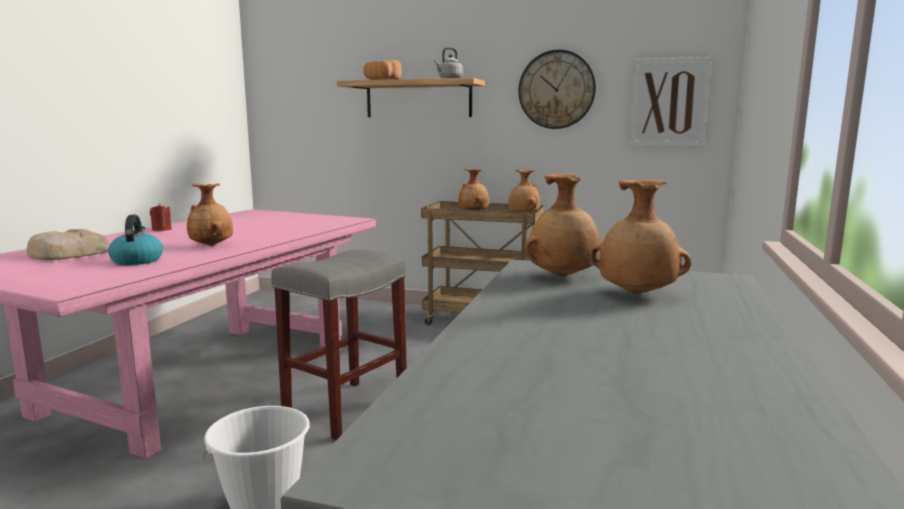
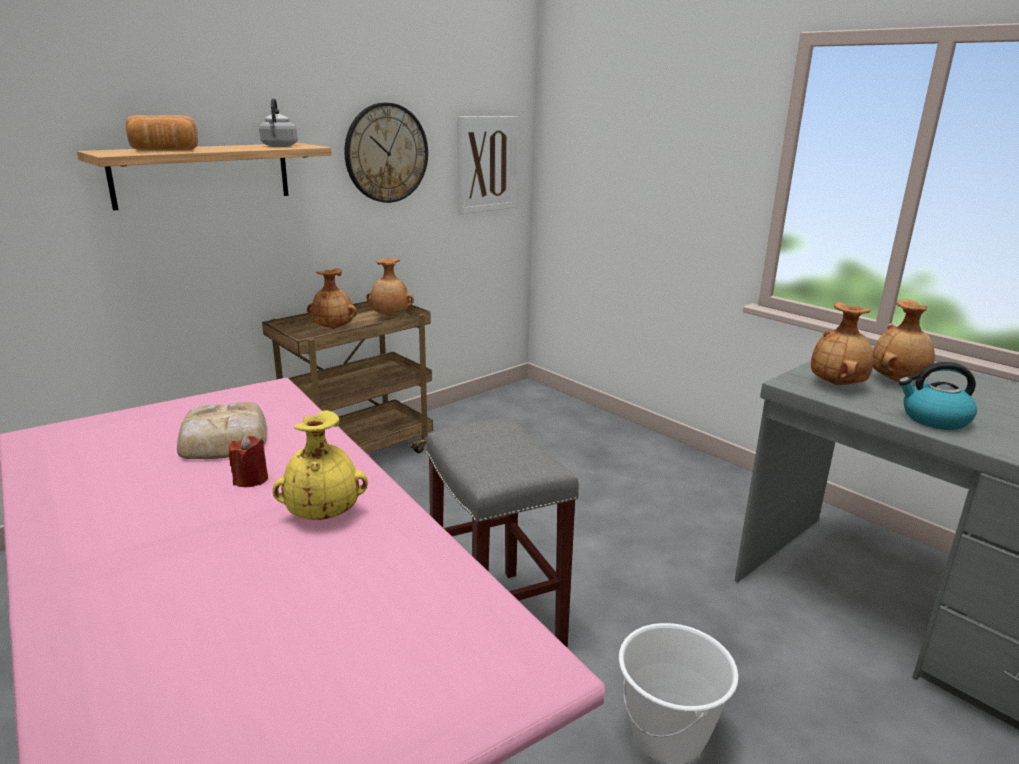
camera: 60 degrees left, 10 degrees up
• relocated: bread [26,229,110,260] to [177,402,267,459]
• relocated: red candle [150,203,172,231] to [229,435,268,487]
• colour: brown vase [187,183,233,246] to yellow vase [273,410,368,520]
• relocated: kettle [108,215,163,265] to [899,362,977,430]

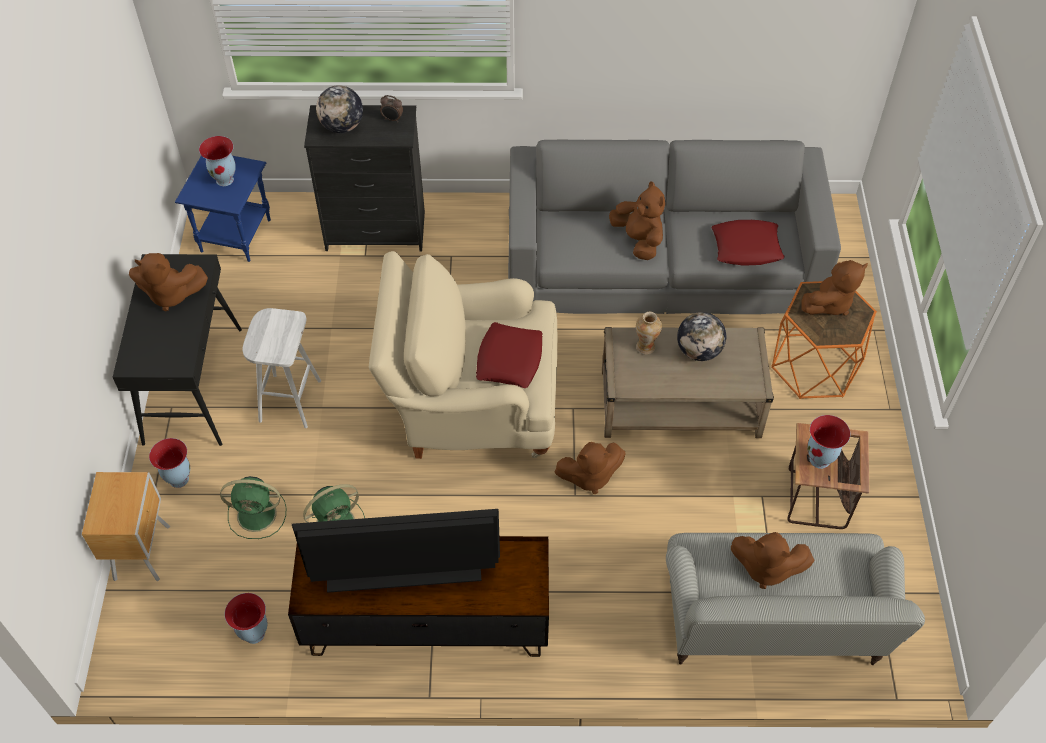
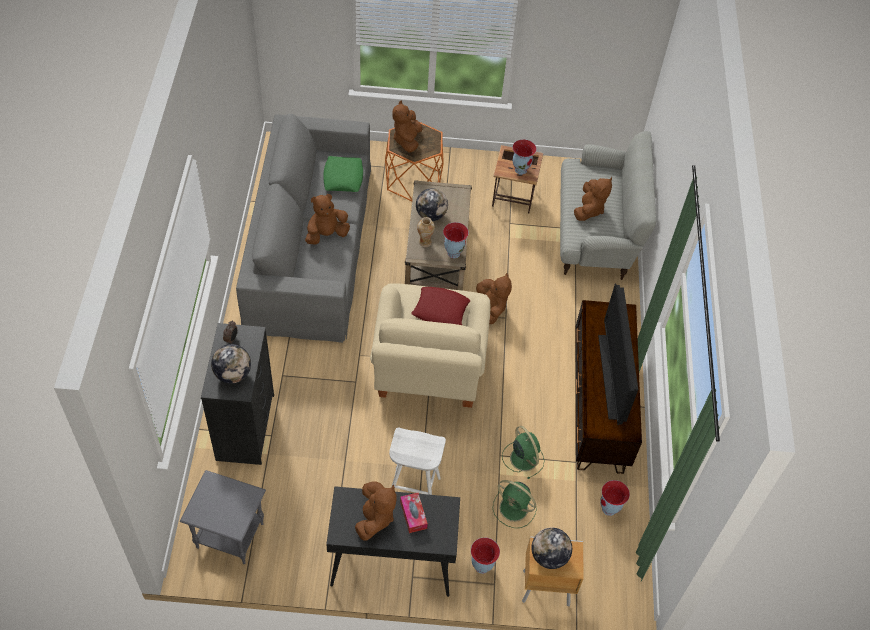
camera: 90 degrees left, 0 degrees up
• colour: blue side table [175,156,271,262] to grey side table [180,470,266,564]
• colour: red pillow [711,220,785,266] to green pillow [323,156,363,192]
• spun: brown plush toy [802,260,868,315] = [393,101,422,153] 135 degrees counterclockwise
• appeared: tissue box [400,493,428,533]
• relocated: vase [199,136,236,186] to [443,222,469,258]
• spun: green fan [220,476,286,539] = [493,480,537,528] 120 degrees clockwise
• appeared: globe [532,528,572,569]

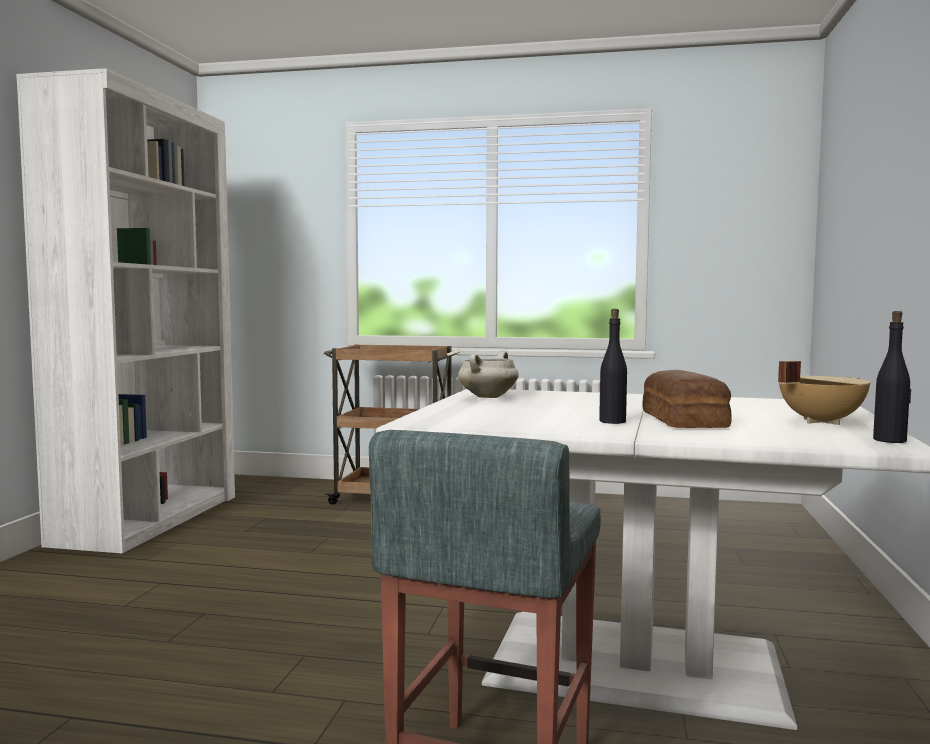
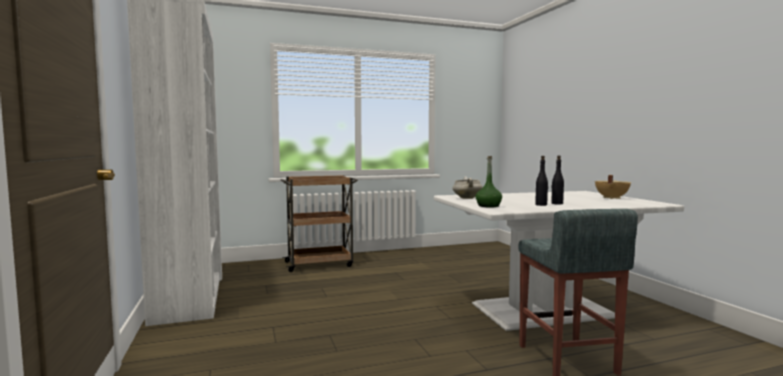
camera: 30 degrees left, 0 degrees up
• appeared: green bottle [476,156,502,207]
• relocated: black bottle [873,311,911,443] to [535,156,548,206]
• missing: bread [642,370,732,428]

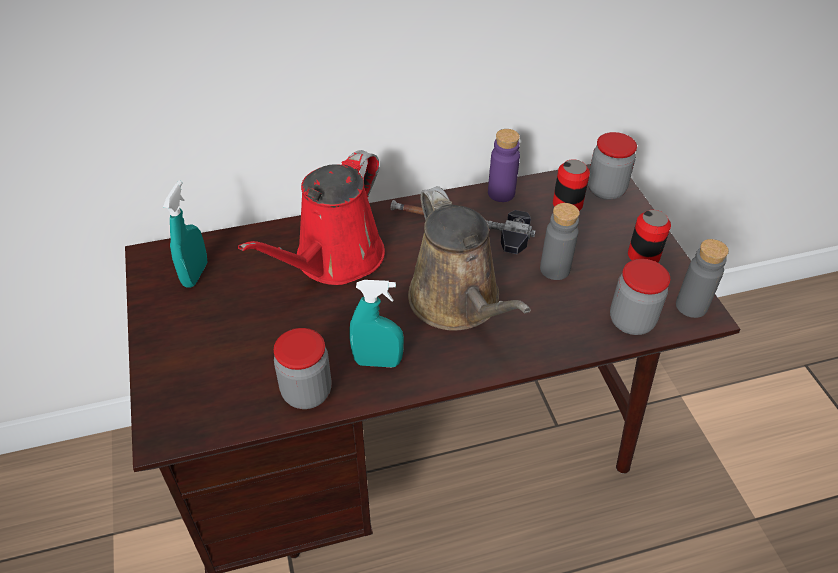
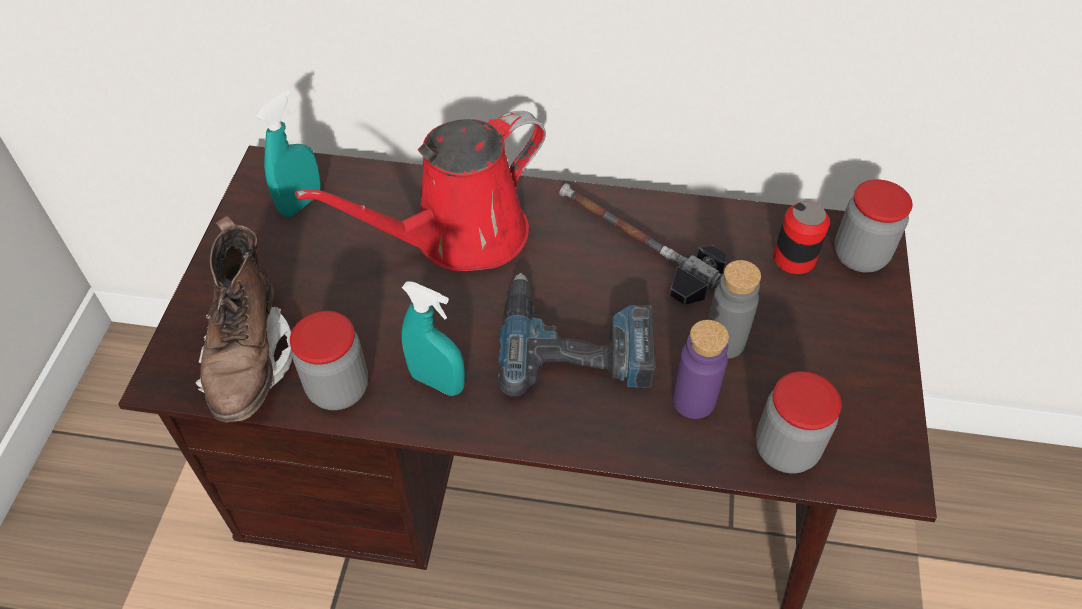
camera: 25 degrees right, 5 degrees up
• appeared: brown boot [195,216,292,423]
• exchanged: brown watering can [408,186,531,331] to power drill [498,273,655,397]
• relocated: purple bottle [488,129,520,202] to [672,320,729,419]
• missing: can [628,210,671,263]
• missing: grey bottle [676,239,729,318]

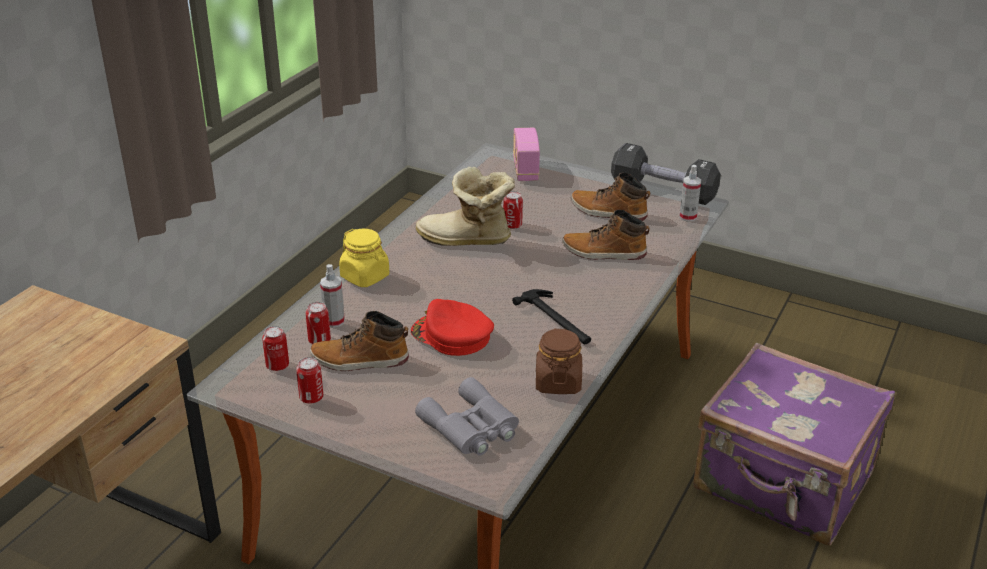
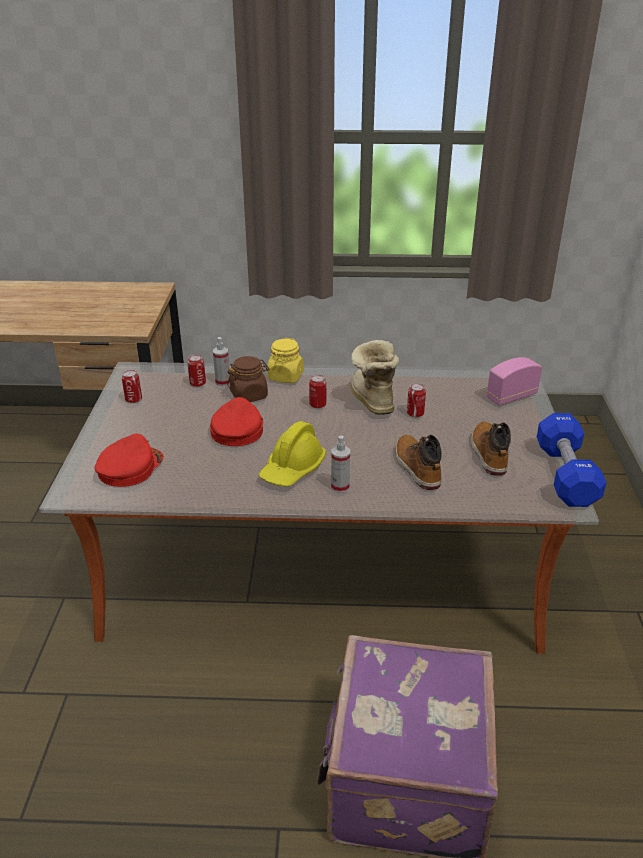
camera: 65 degrees right, 0 degrees up
• exchanged: grey binoculars [415,377,519,456] to red cap [94,434,164,487]
• relocated: brown jar [536,328,582,394] to [227,356,269,402]
• exchanged: hammer [512,289,591,344] to yellow hard hat [259,421,326,487]
• relocated: can [262,326,289,371] to [309,375,326,408]
• relocated: spray bottle [679,165,701,222] to [331,436,350,493]
• colour: black dumbbell [611,143,721,205] to blue dumbbell [537,413,607,507]
• missing: boot [310,311,409,371]

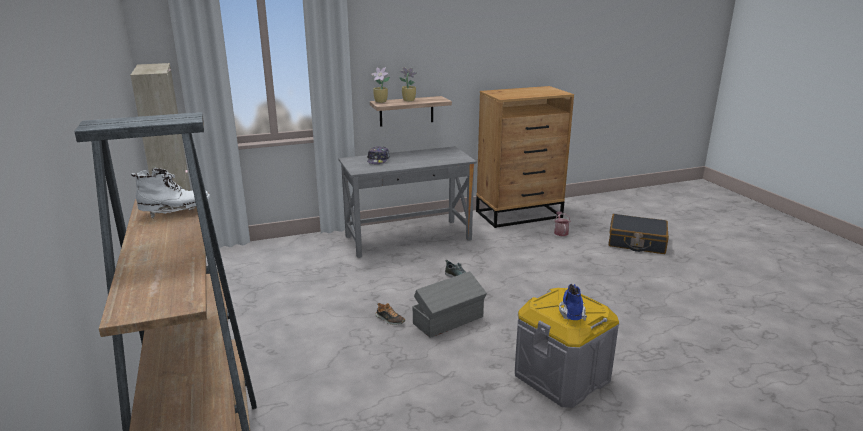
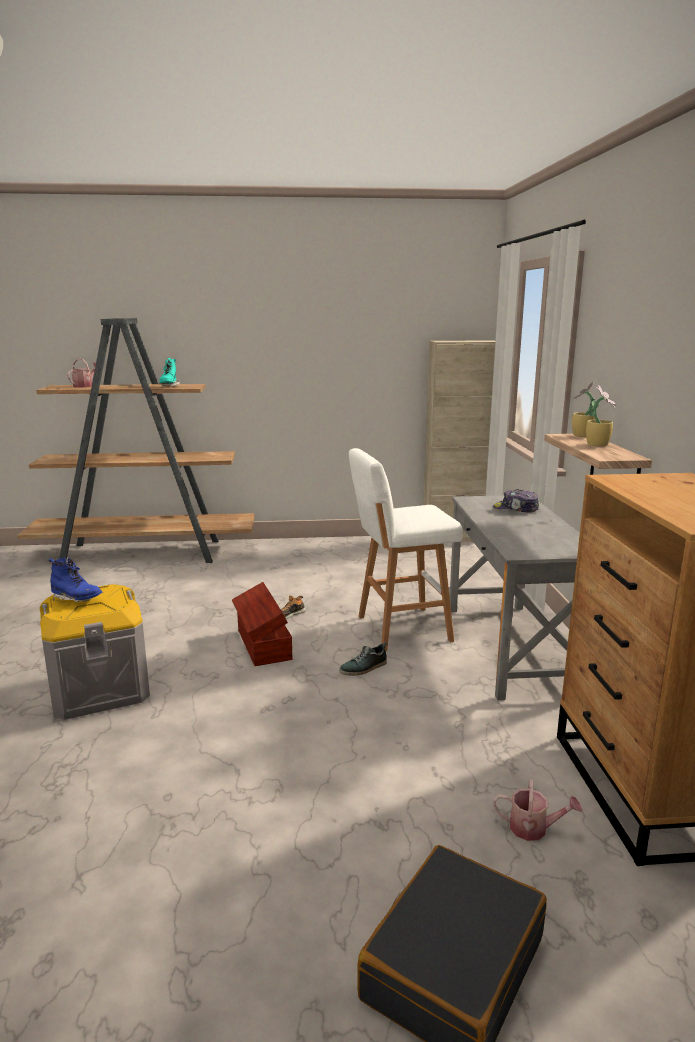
camera: 105 degrees right, 5 degrees down
• appeared: watering can [67,359,96,388]
• colour: white boot [131,168,210,218] to turquoise boot [158,358,180,386]
• colour: grey storage box [412,271,487,338] to brown storage box [232,582,292,666]
• appeared: white stool [349,448,463,651]

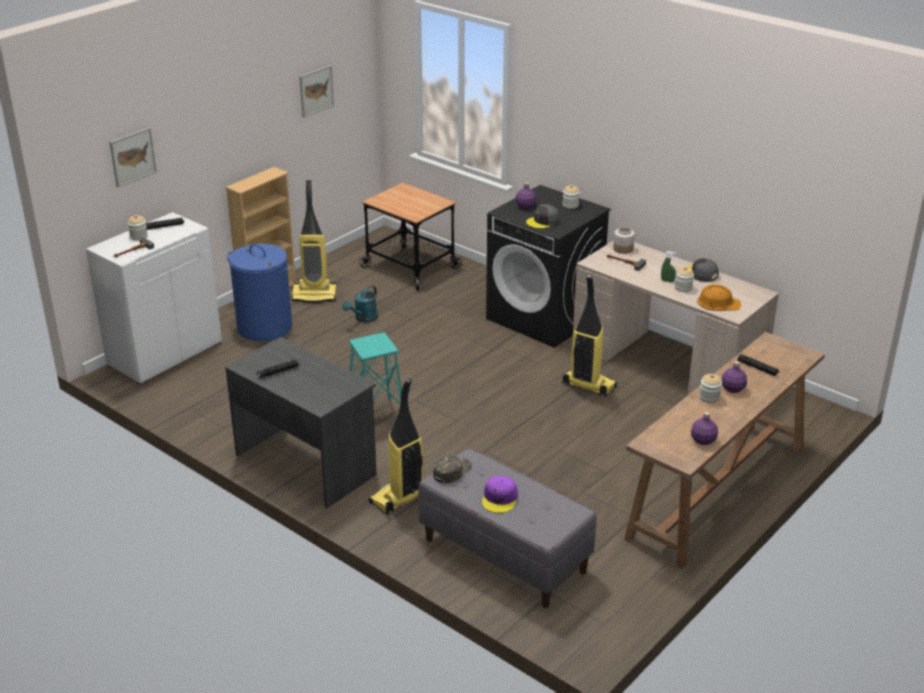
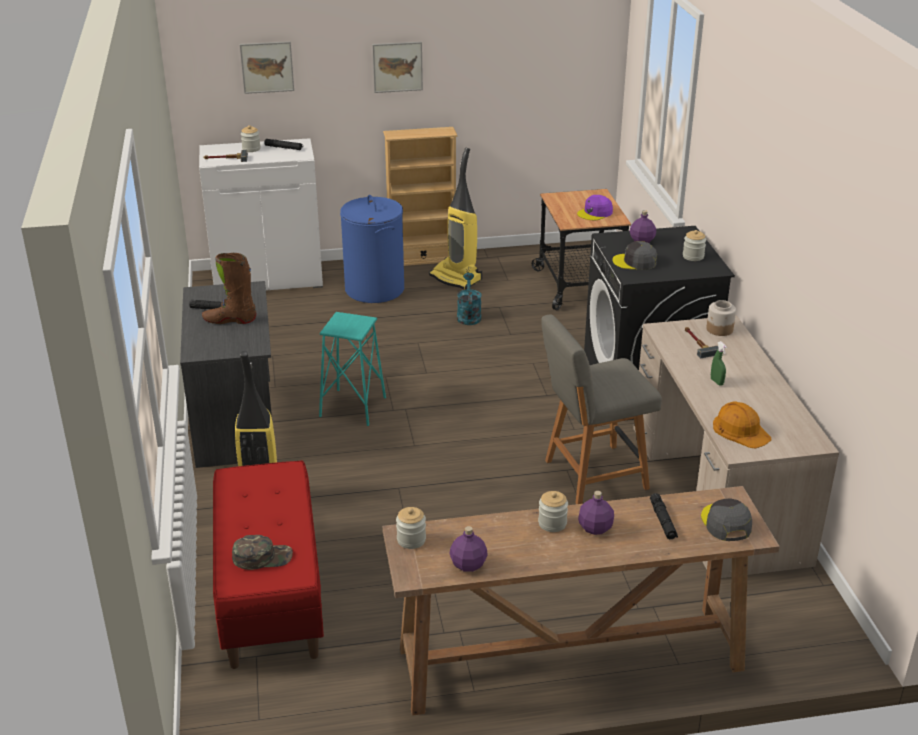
camera: 40 degrees right, 0 degrees up
• appeared: brown boot [202,253,256,324]
• colour: grey bench [418,448,596,608] to red bench [213,461,324,669]
• relocated: green cap [433,456,472,483] to [232,535,293,570]
• relocated: picture [299,65,334,118] to [372,42,423,93]
• relocated: jar [675,267,694,292] to [396,507,426,549]
• spun: turquoise watering can [343,285,377,322] = [457,273,482,325] 105 degrees clockwise
• exchanged: vacuum cleaner [563,274,617,397] to grey chair [541,314,662,504]
• relocated: purple cap [482,476,518,513] to [577,195,613,220]
• relocated: grey cap [688,258,719,282] to [701,499,752,541]

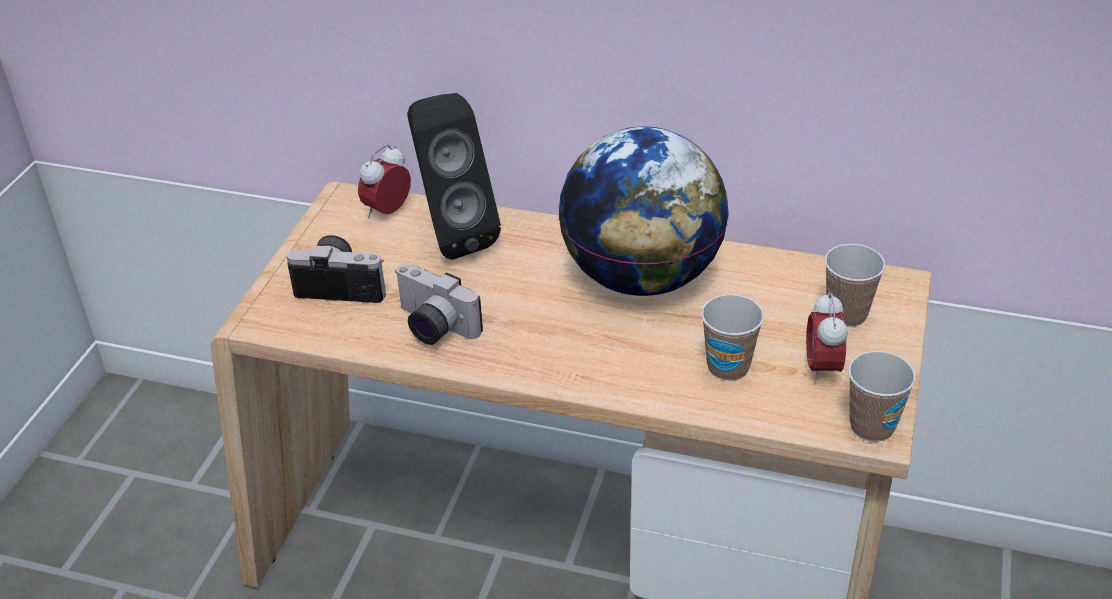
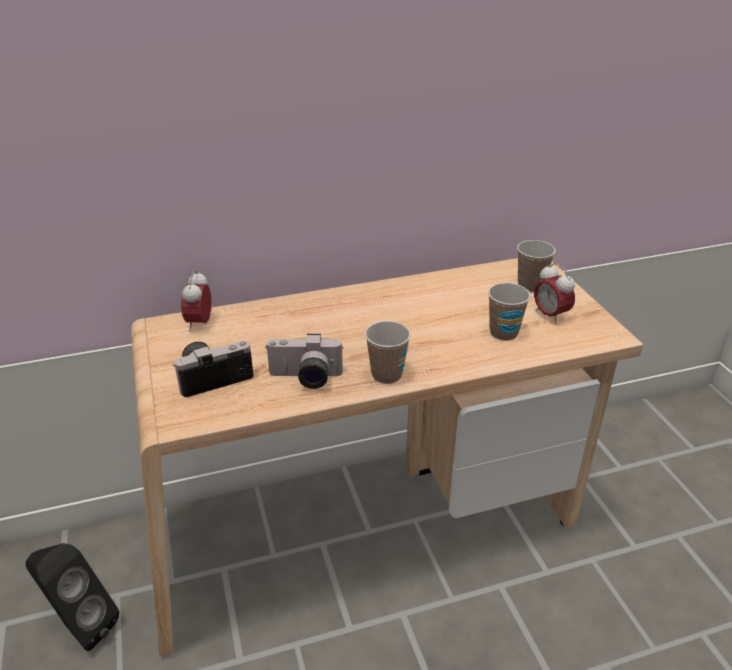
camera: 35 degrees left, 5 degrees down
• relocated: black speaker [407,93,501,259] to [26,543,119,651]
• relocated: cup [848,351,916,442] to [365,321,411,384]
• missing: globe [558,126,729,296]

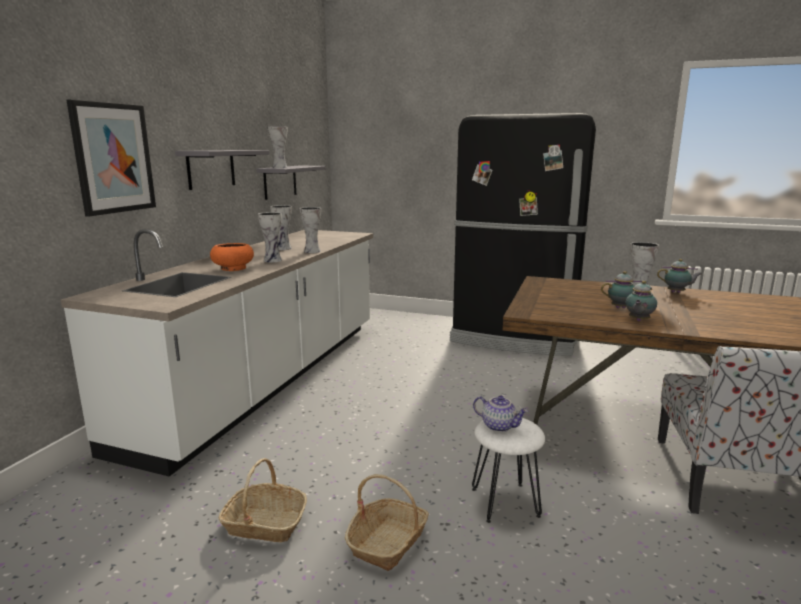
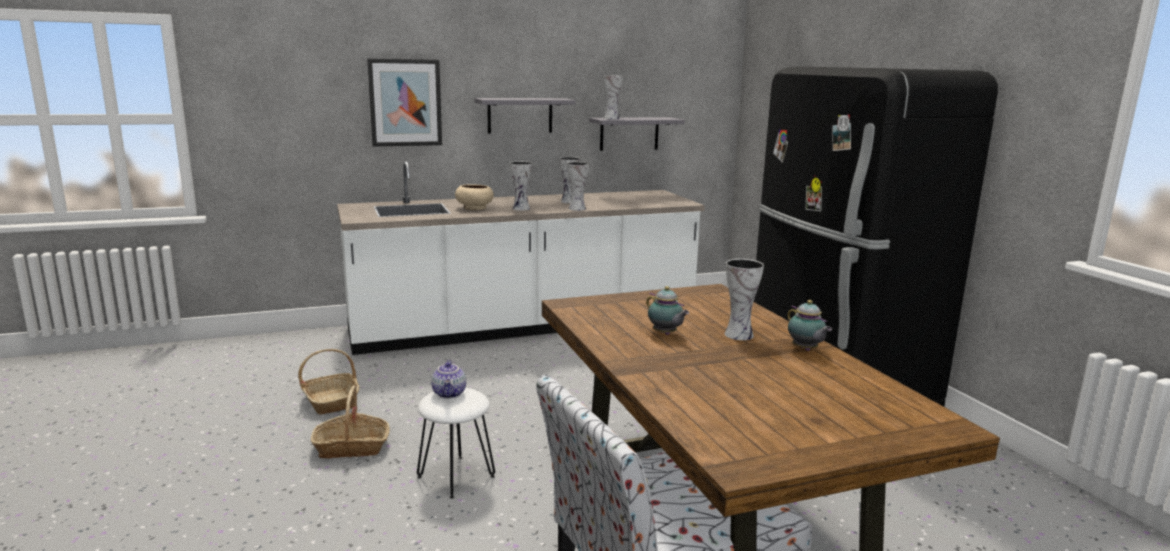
camera: 50 degrees right, 0 degrees up
• colour: orange bowl [210,243,254,271] to beige bowl [455,184,494,210]
• missing: teapot [626,281,657,321]

